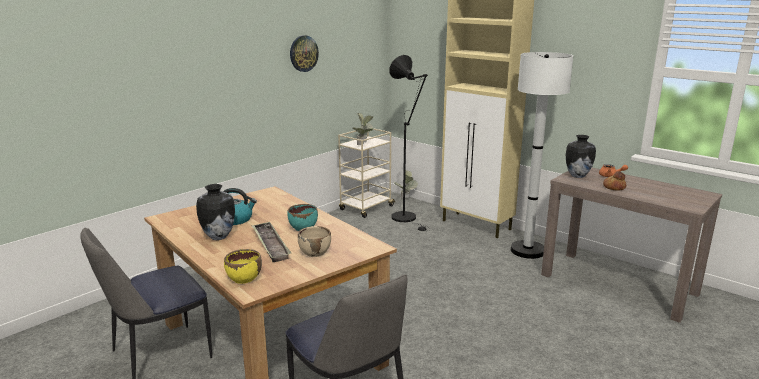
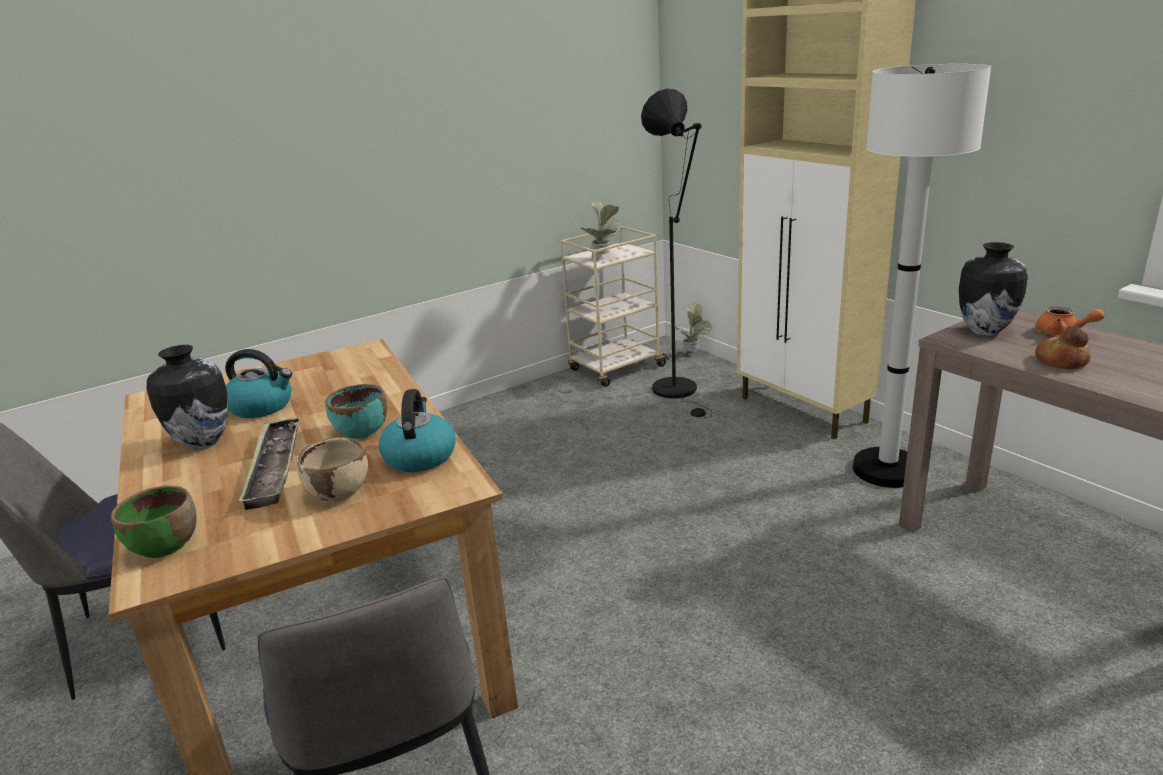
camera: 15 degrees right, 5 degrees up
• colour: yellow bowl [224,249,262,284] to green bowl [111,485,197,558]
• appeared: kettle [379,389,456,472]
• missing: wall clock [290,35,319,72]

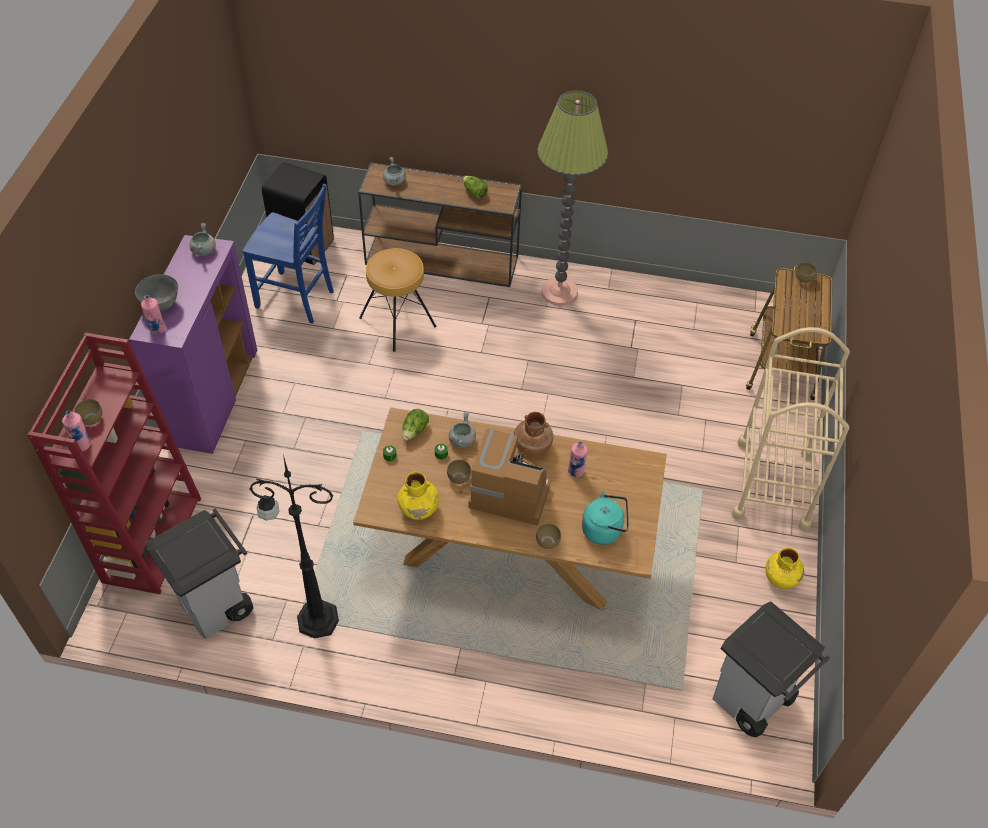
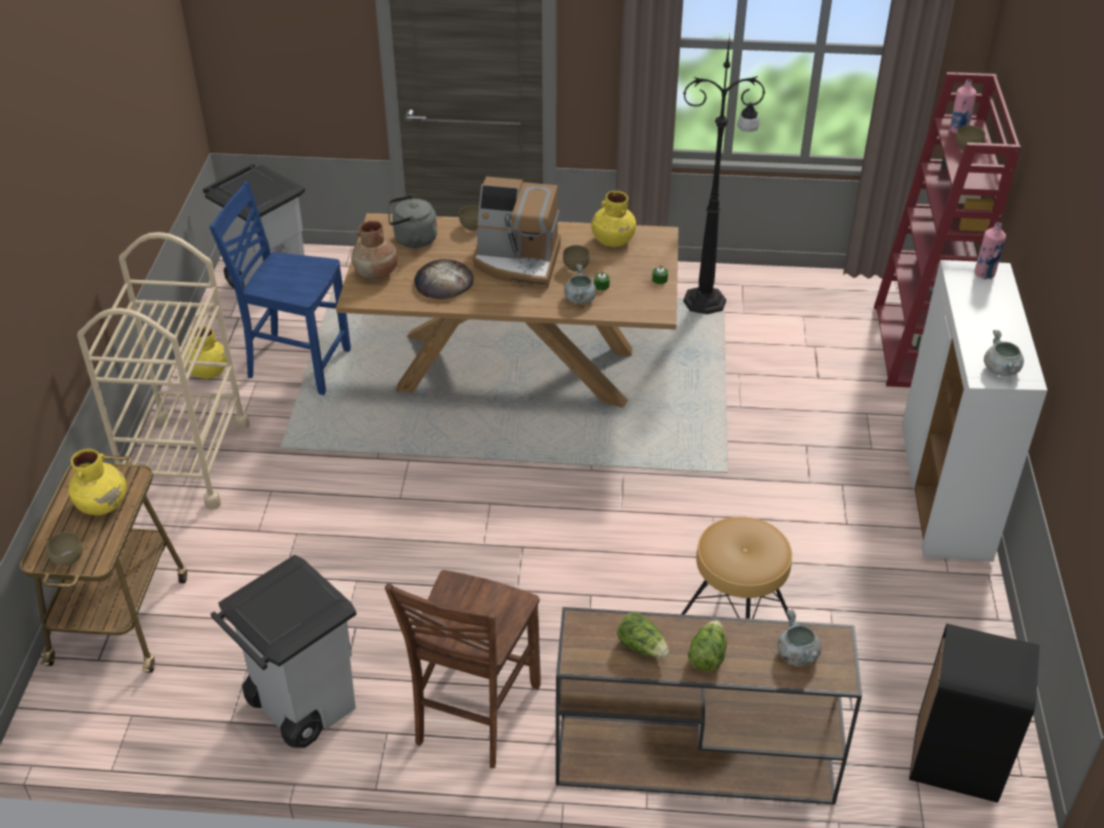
camera: 175 degrees right, 10 degrees down
• appeared: yellow vase [69,449,127,515]
• relocated: blue chair [243,184,334,324] to [209,181,351,395]
• relocated: grey trash can [145,508,253,639] to [211,555,357,748]
• relocated: brown vase [514,412,553,456] to [351,221,398,279]
• exchanged: floor lamp [537,90,608,306] to brown chair [385,570,541,768]
• colour: turquoise kettle [582,492,629,545] to grey kettle [388,195,437,248]
• exchanged: pink bottle [568,441,588,478] to bread [414,259,474,299]
• relocated: lettuce [402,409,429,441] to [688,620,727,672]
• colour: purple cabinet [129,235,258,454] to white cabinet [902,260,1047,562]
• missing: grey bowl [135,274,178,311]

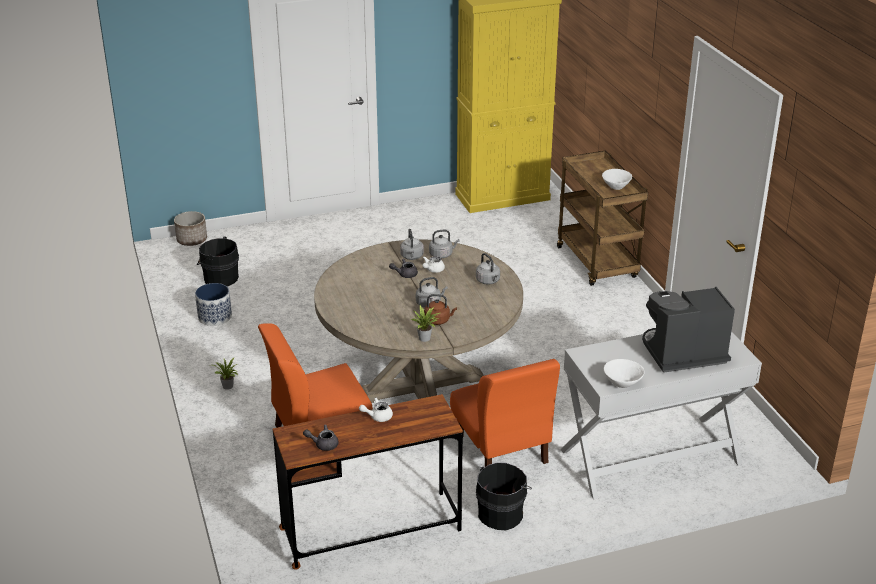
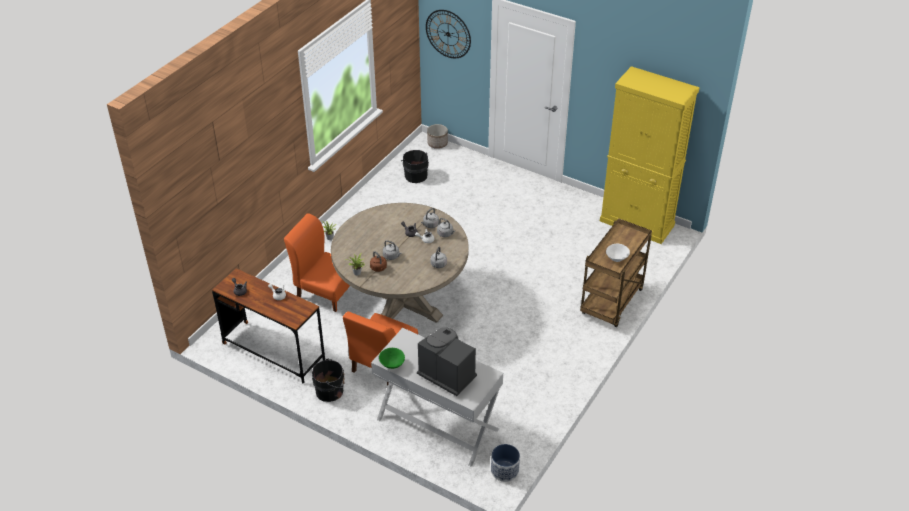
camera: 50 degrees right, 10 degrees up
• colour: white bowl [604,359,644,388] to green bowl [379,348,405,369]
• appeared: wall clock [426,10,471,58]
• relocated: planter [195,283,232,326] to [491,444,520,482]

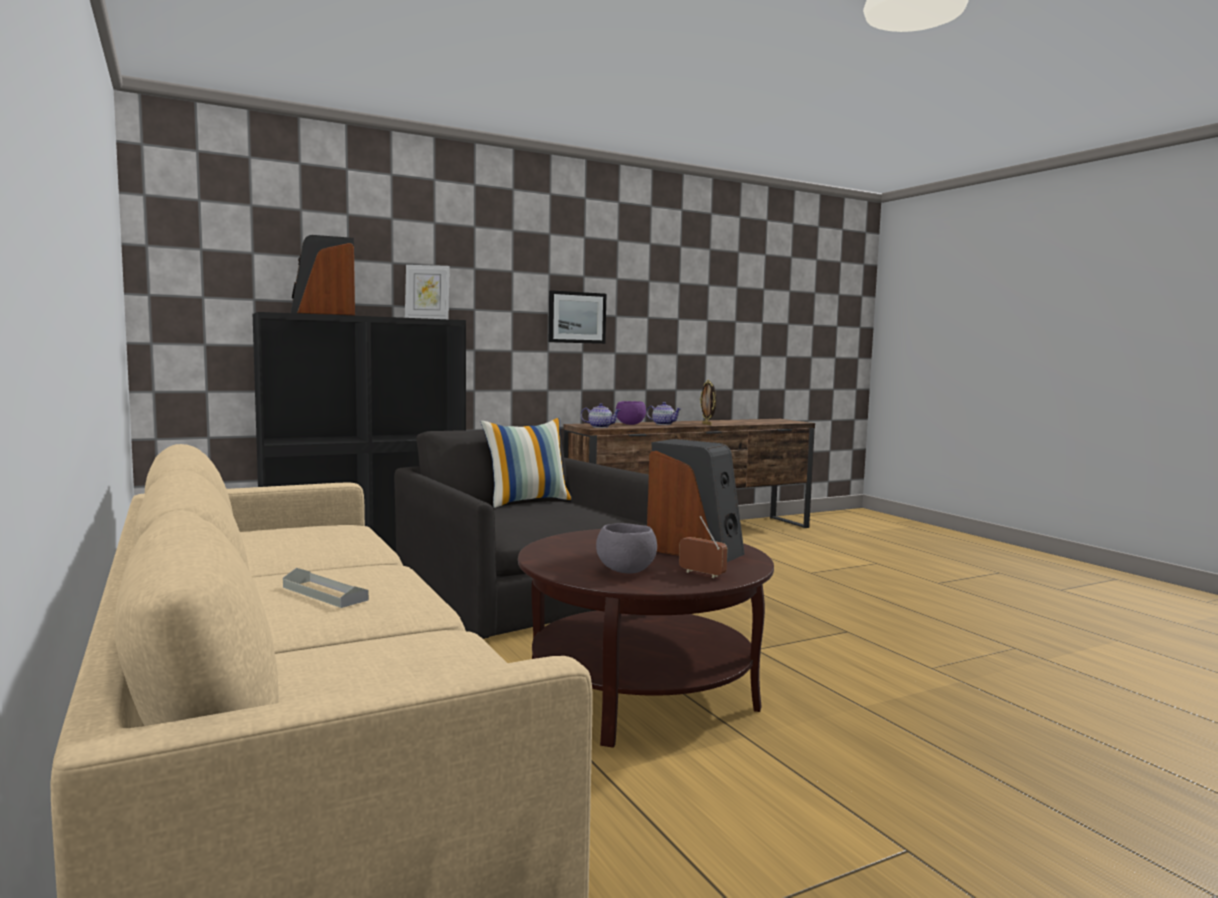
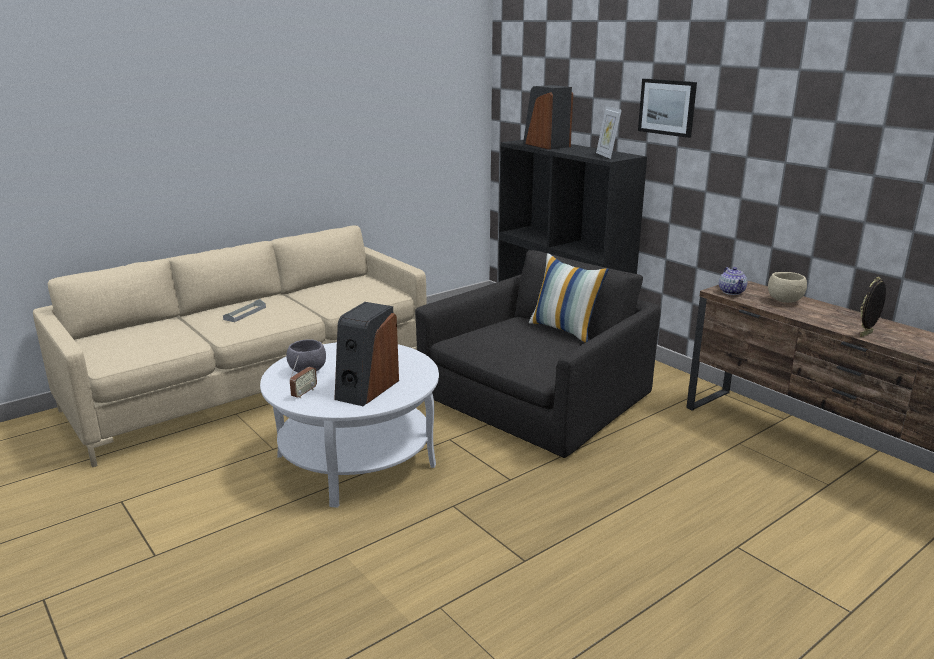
camera: 80 degrees right, 15 degrees up
• colour: brown coffee table [518,529,774,748] to white coffee table [260,342,439,508]
• relocated: picture [549,290,606,344] to [638,79,697,138]
• colour: purple bowl [616,401,646,425] to beige bowl [768,272,807,303]
• missing: teapot [647,402,682,425]

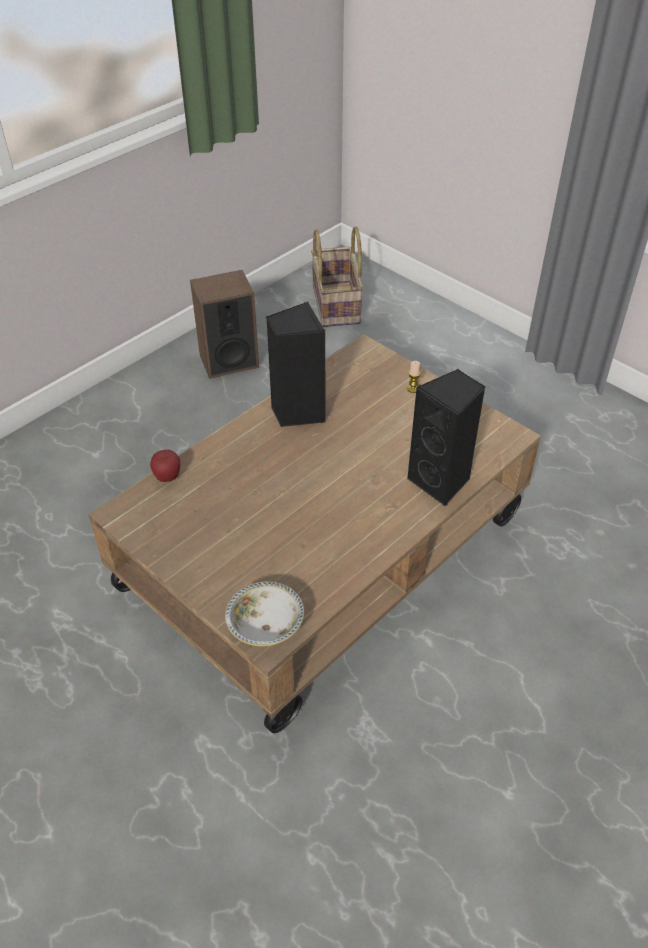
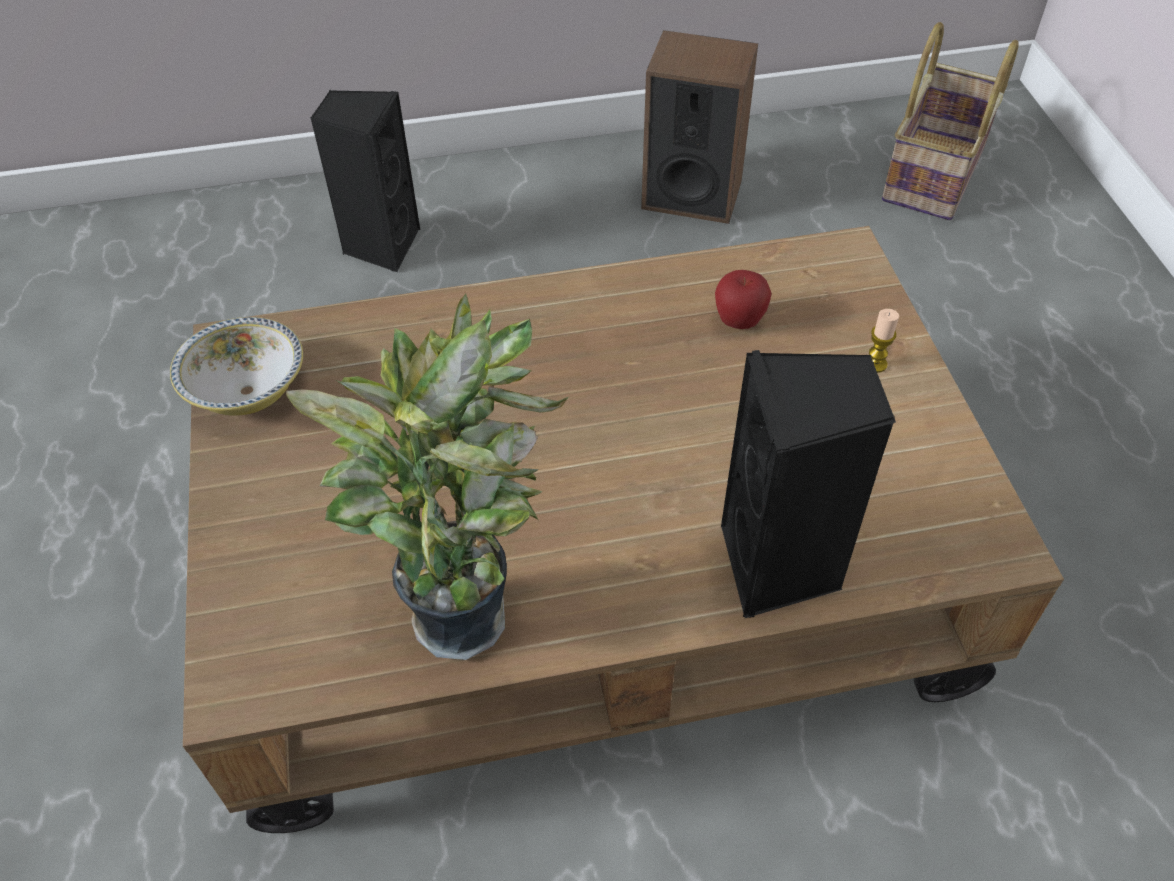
camera: 35 degrees right, 5 degrees up
• relocated: bowl [225,582,304,646] to [170,317,303,416]
• appeared: potted plant [286,294,569,660]
• relocated: black speaker [266,302,326,427] to [310,90,420,272]
• relocated: apple [150,450,180,482] to [715,270,772,329]

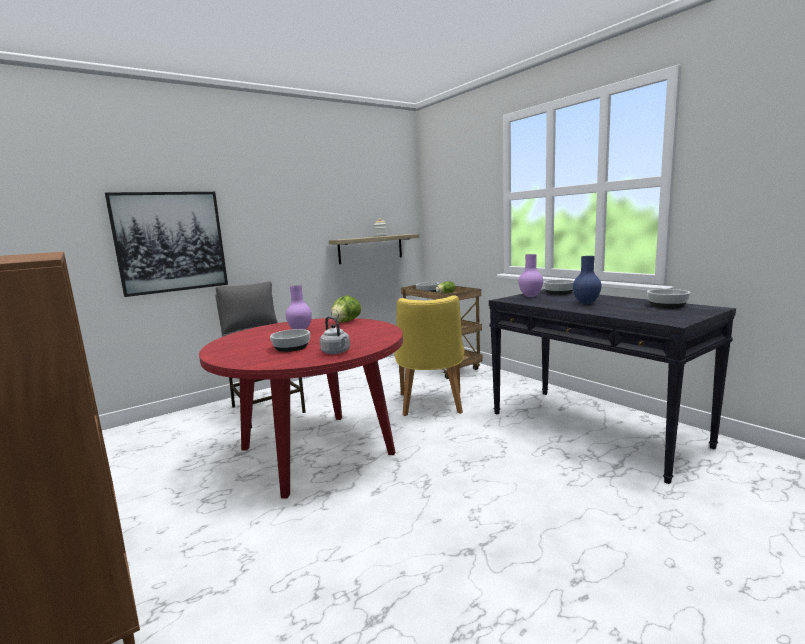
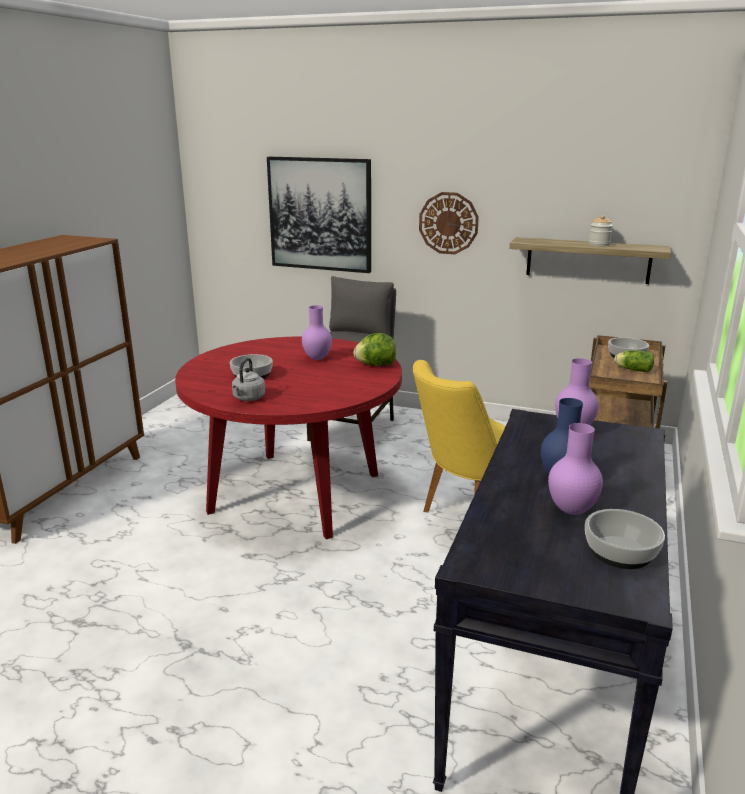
camera: 55 degrees right, 10 degrees up
• appeared: wall clock [419,192,479,254]
• appeared: purple vase [548,423,603,515]
• missing: bowl [543,280,574,295]

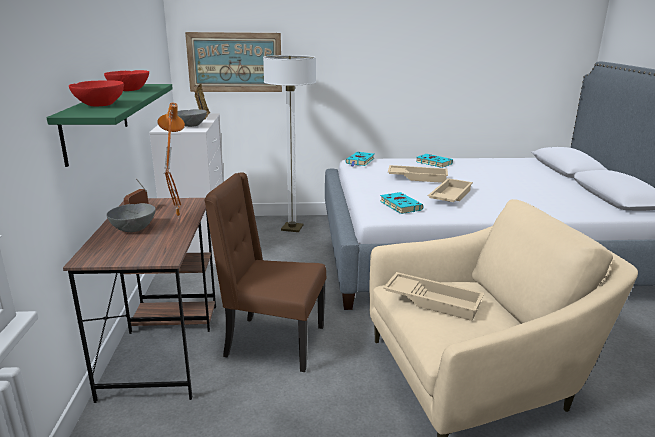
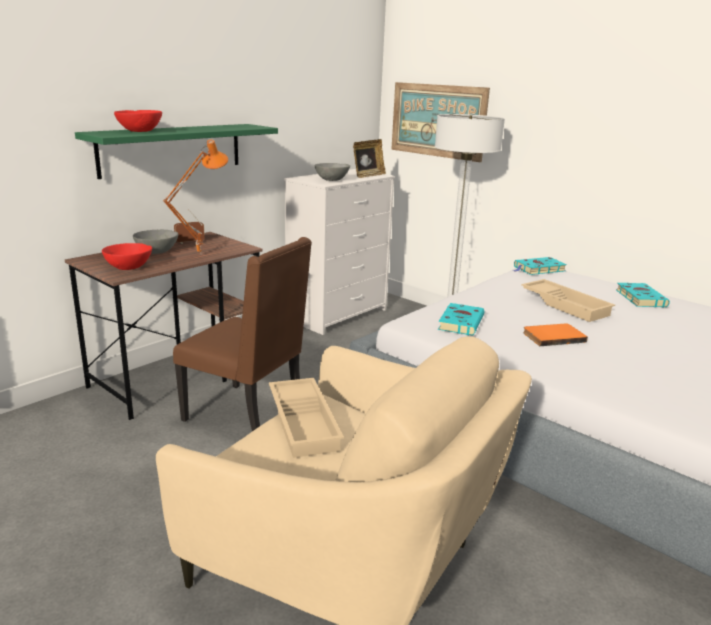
camera: 45 degrees right, 0 degrees up
• relocated: red bowl [104,70,149,91] to [102,243,152,270]
• spun: brown chair [204,172,326,372] = [173,237,312,431] 150 degrees clockwise
• exchanged: beige tray [428,178,473,202] to orange book [523,324,588,346]

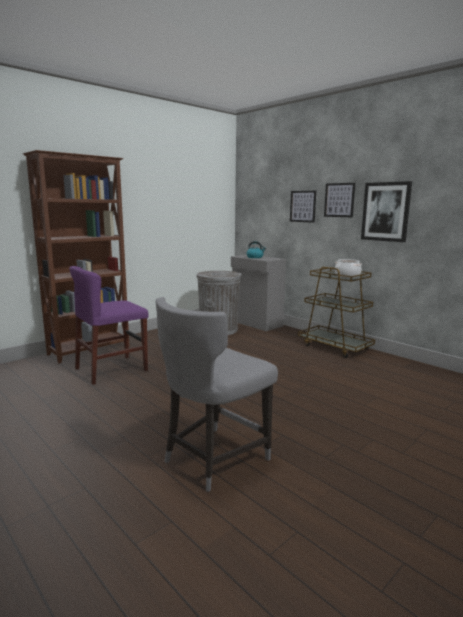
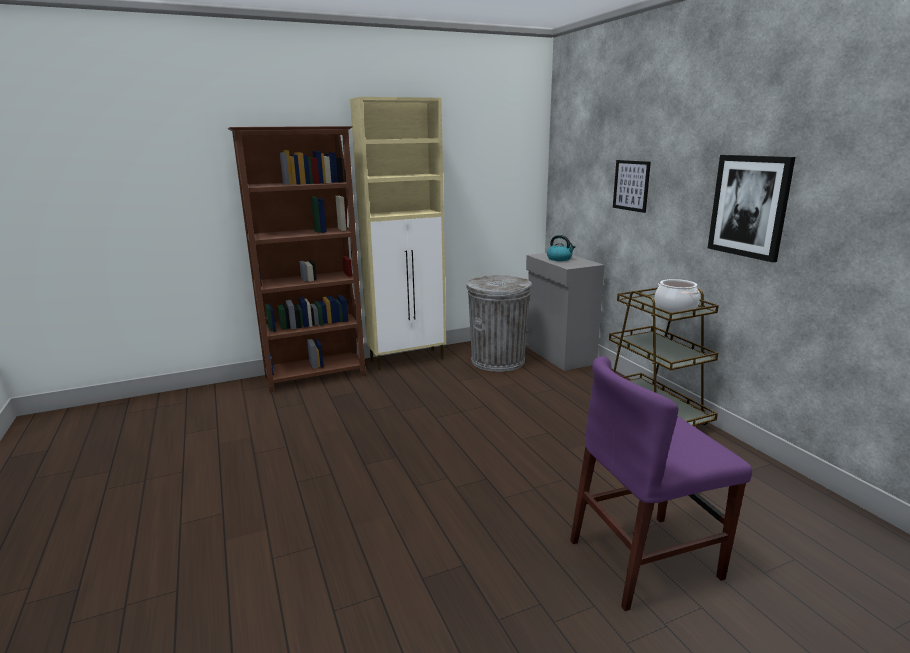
camera: 20 degrees right, 5 degrees up
• appeared: beige cabinet [350,97,446,370]
• relocated: purple chair [69,266,148,385] to [570,356,752,611]
• missing: grey chair [156,297,278,492]
• missing: picture [324,183,355,217]

